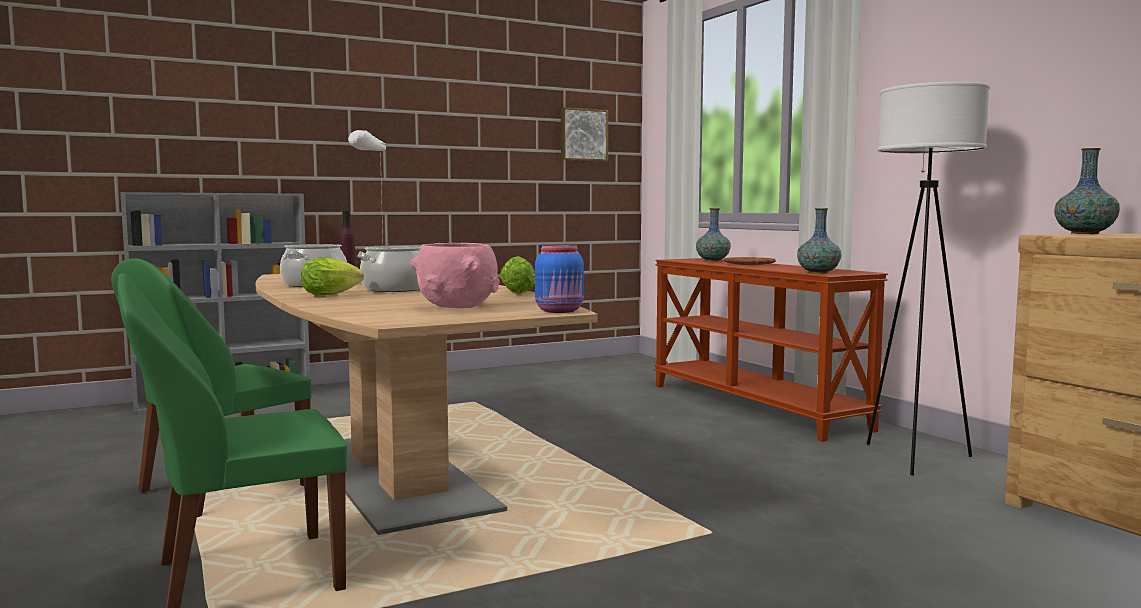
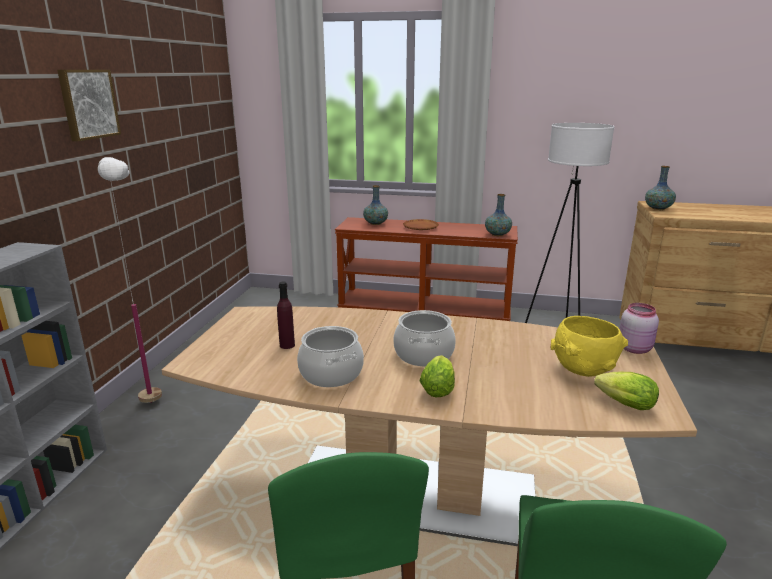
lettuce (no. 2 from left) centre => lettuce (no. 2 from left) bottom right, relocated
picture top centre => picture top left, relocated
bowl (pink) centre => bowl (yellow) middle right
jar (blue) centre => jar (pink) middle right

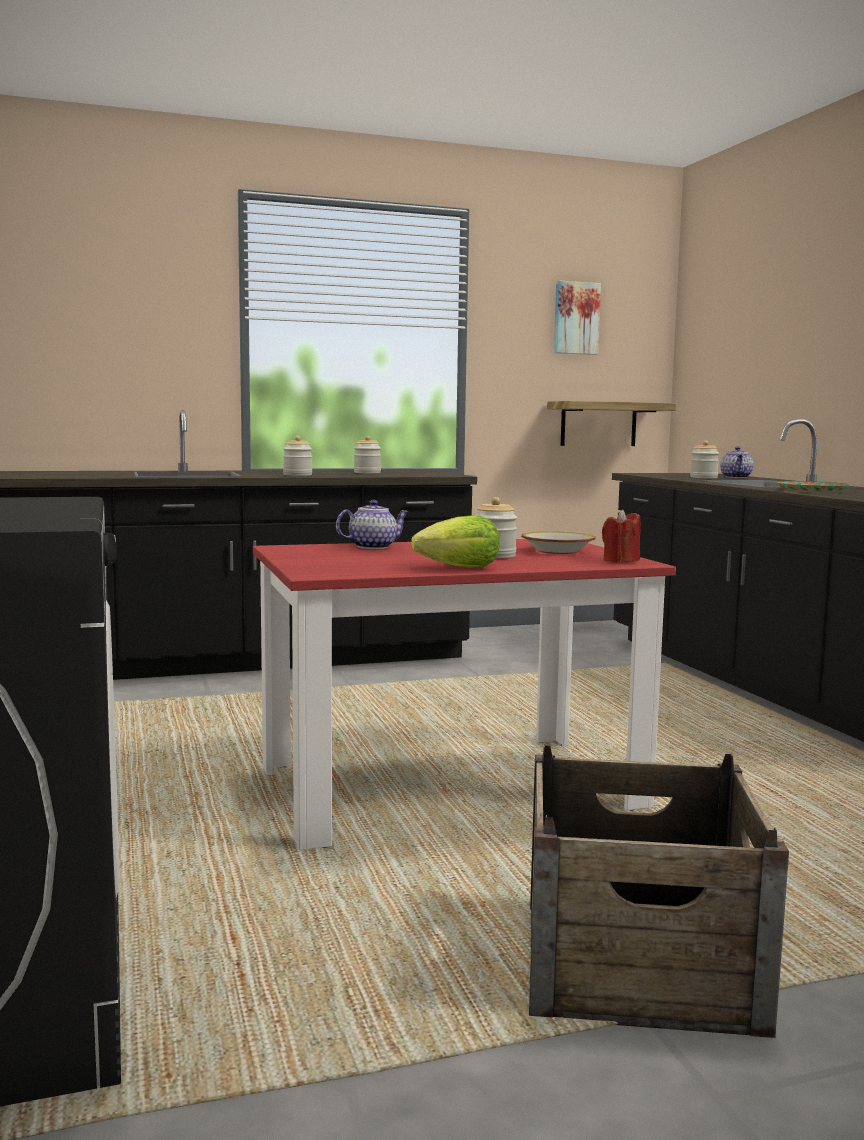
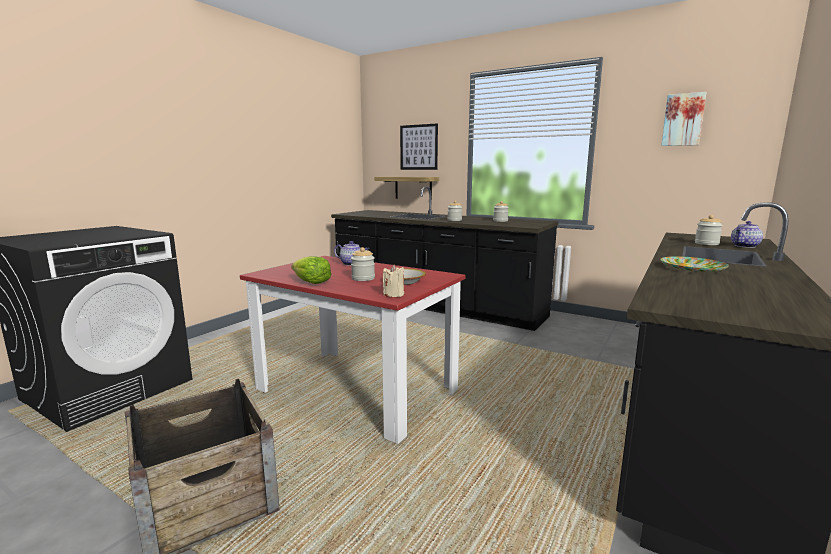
nothing => picture (no. 1 from left) top centre
shelf middle right => shelf centre, relocated
candle (red) middle right => candle (beige) centre

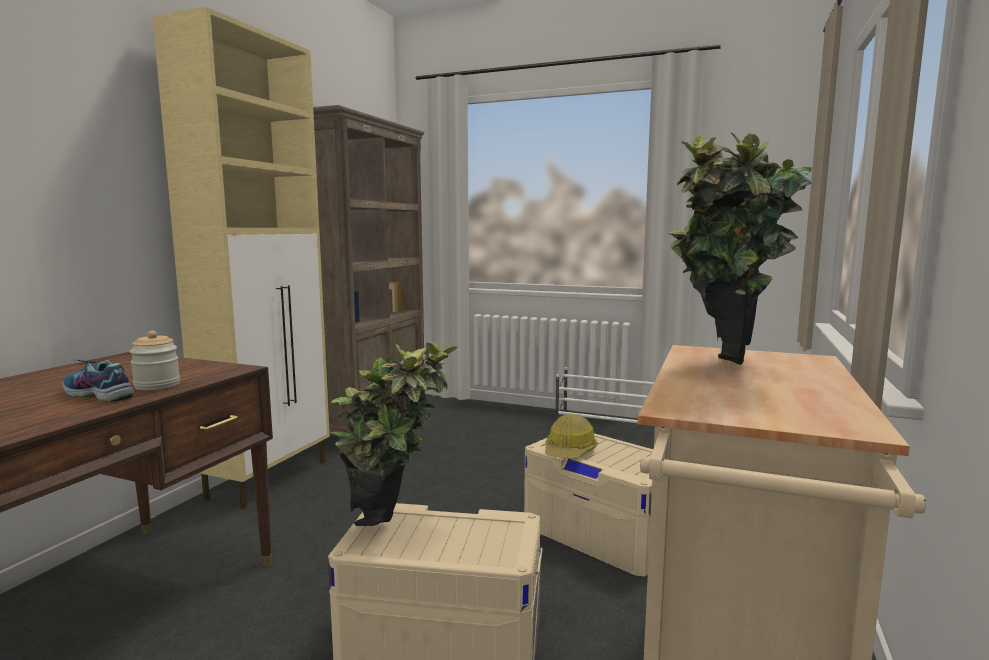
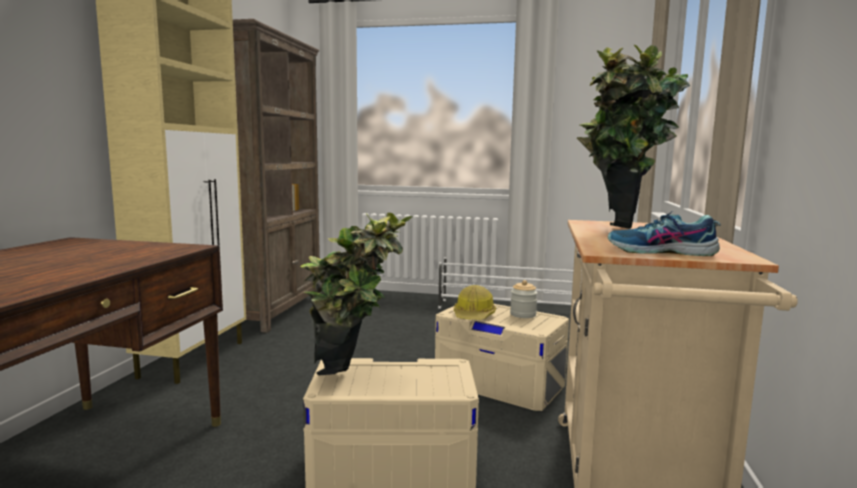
shoe middle left => shoe middle right, relocated
jar middle left => jar centre, relocated

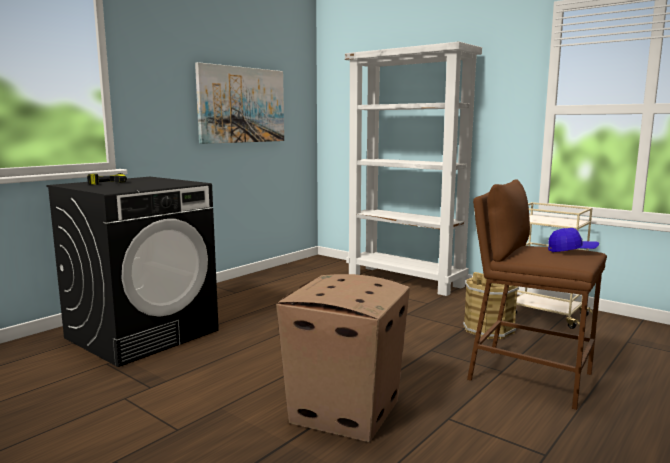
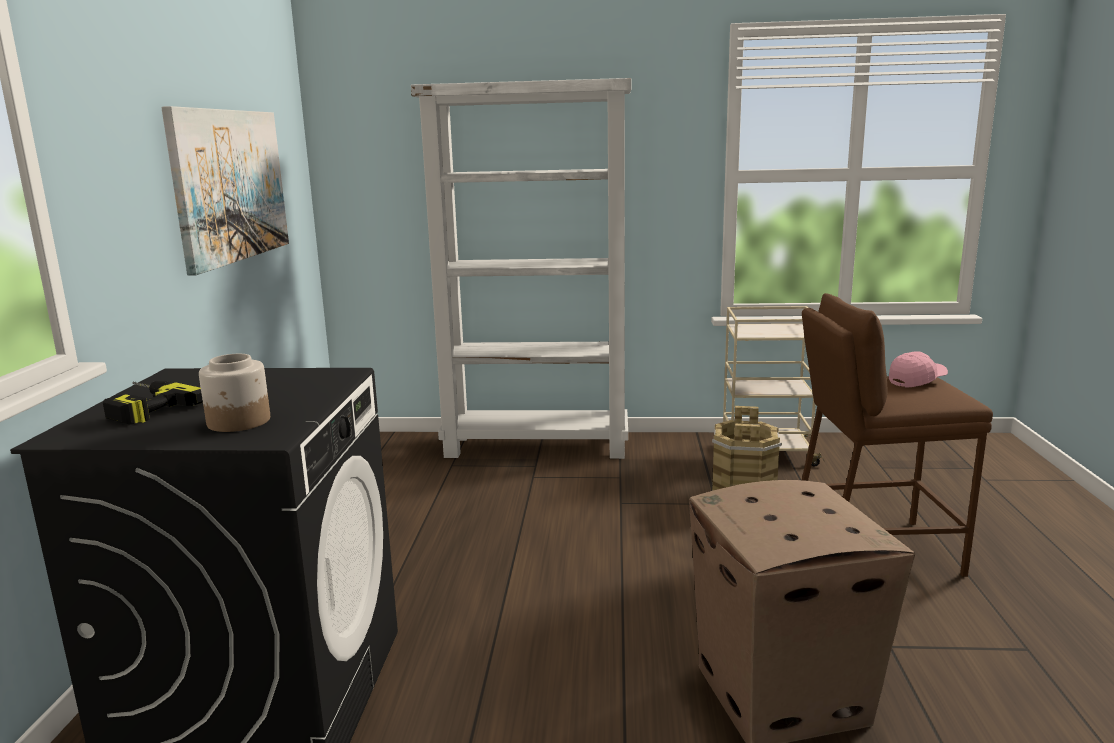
nothing => jar middle left
cap (blue) middle right => cap (pink) middle right

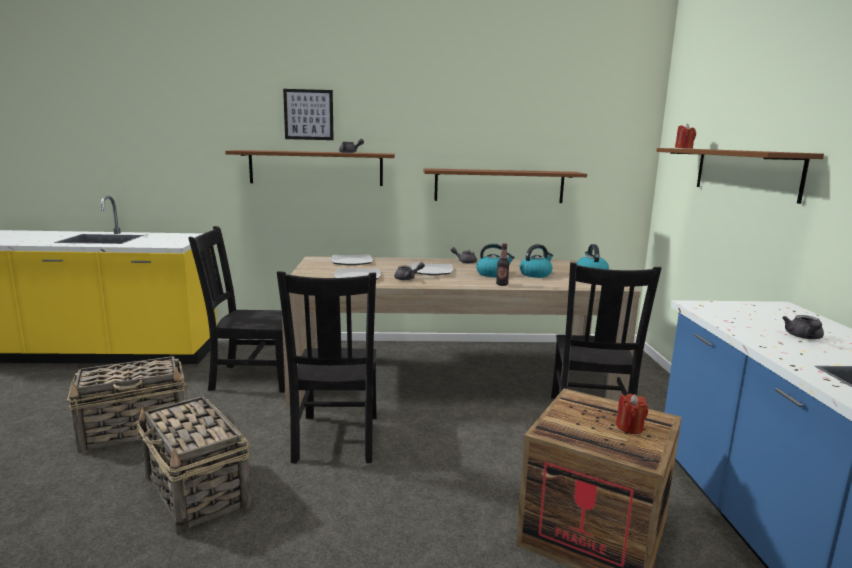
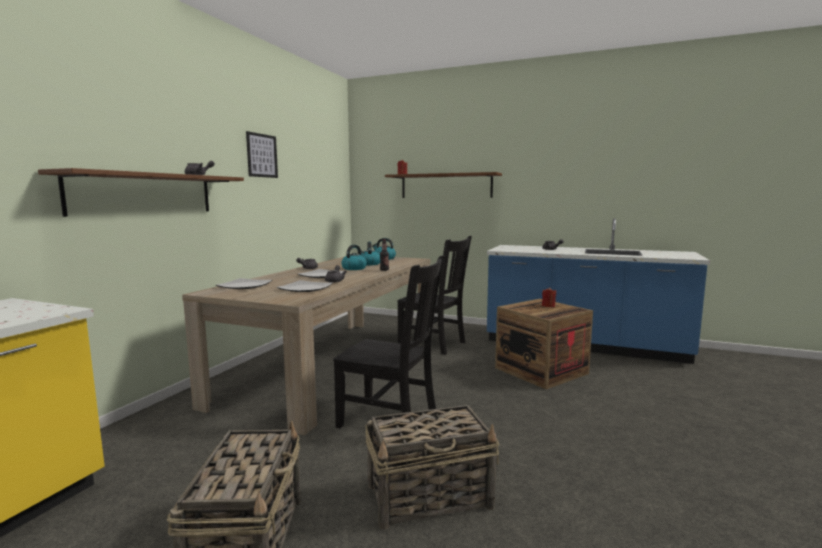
chair (black) (no. 1 from left) middle left => nothing
shelf (brown) (no. 2 from left) top centre => nothing
picture top centre => picture top left, relocated

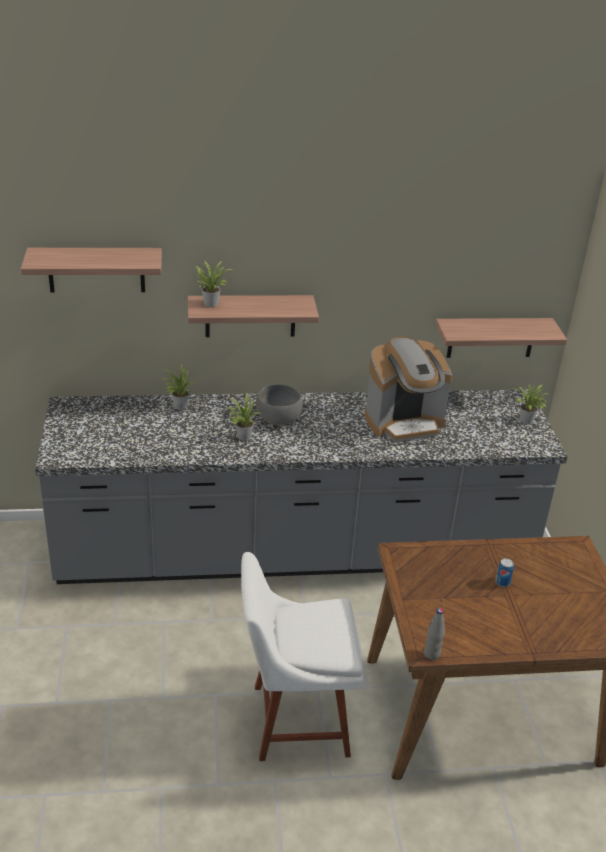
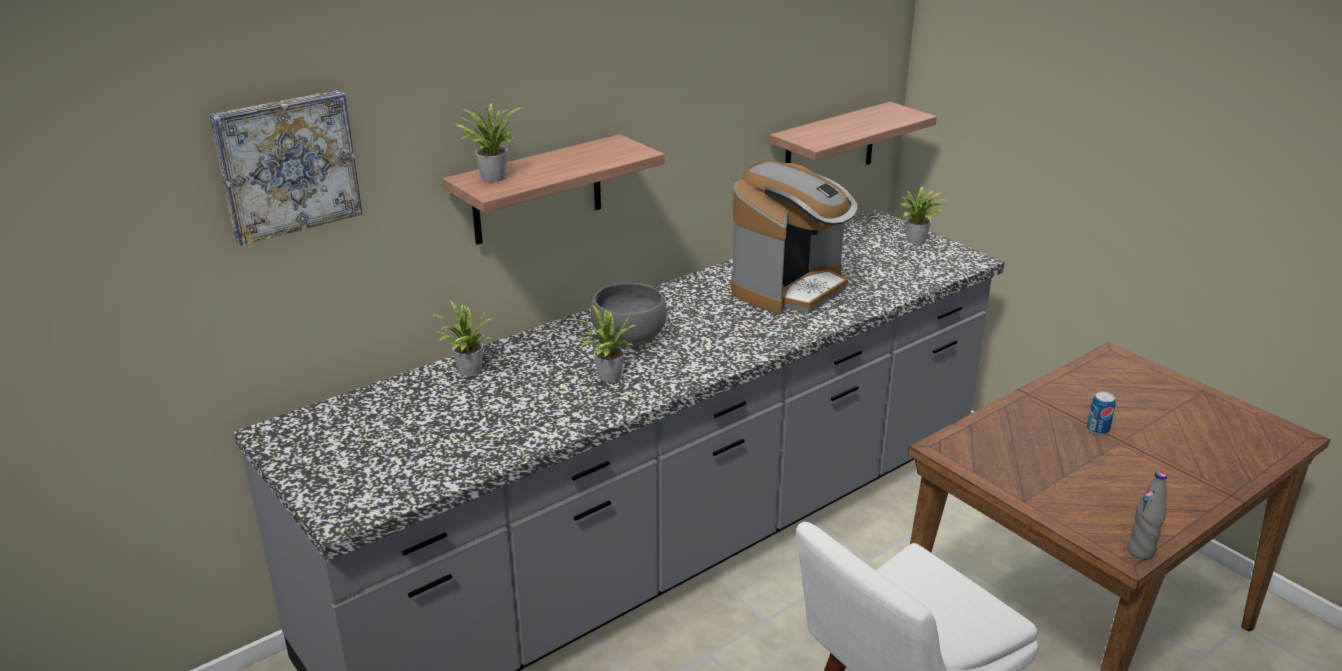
shelf (no. 1 from left) top left => picture top left

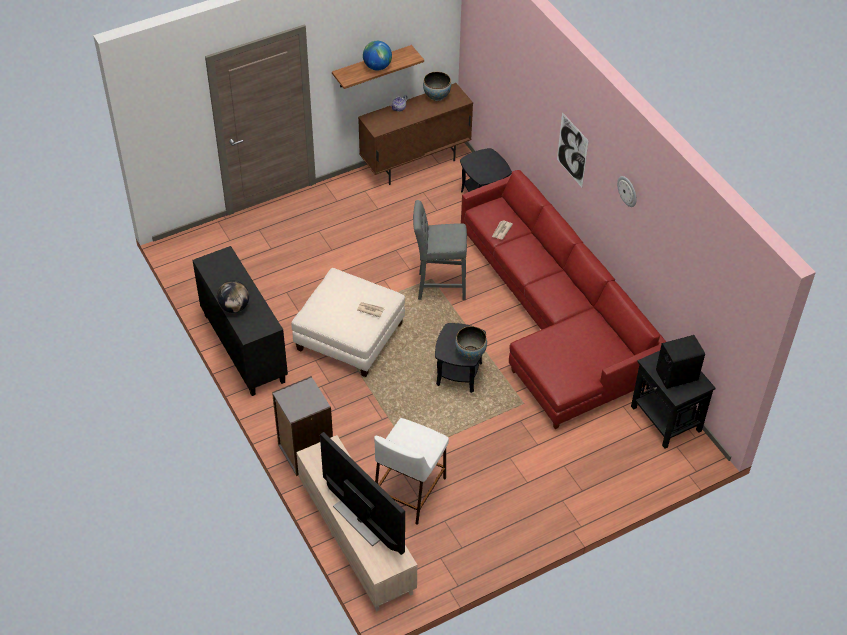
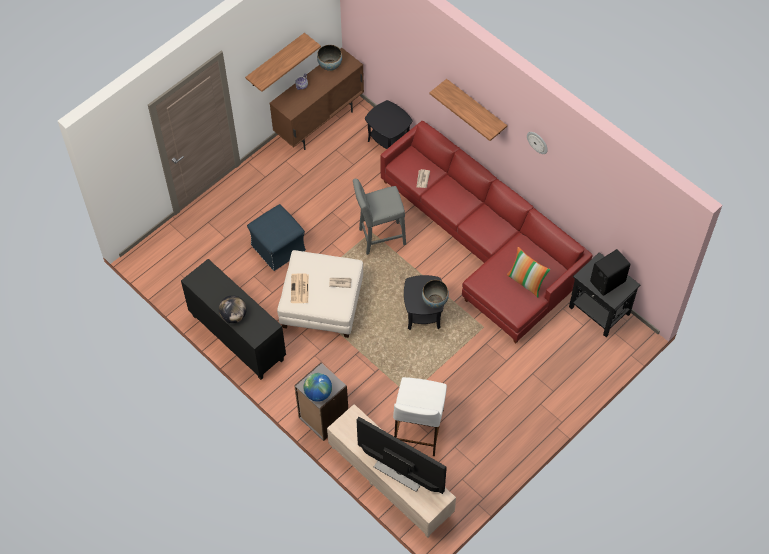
nothing => ottoman (blue) centre
nothing => newspaper (no. 1 from left) centre
nothing => pillow middle right
globe (no. 2 from left) top centre => globe (no. 2 from left) bottom centre, relocated
picture top right => shelf (no. 2 from left) top centre

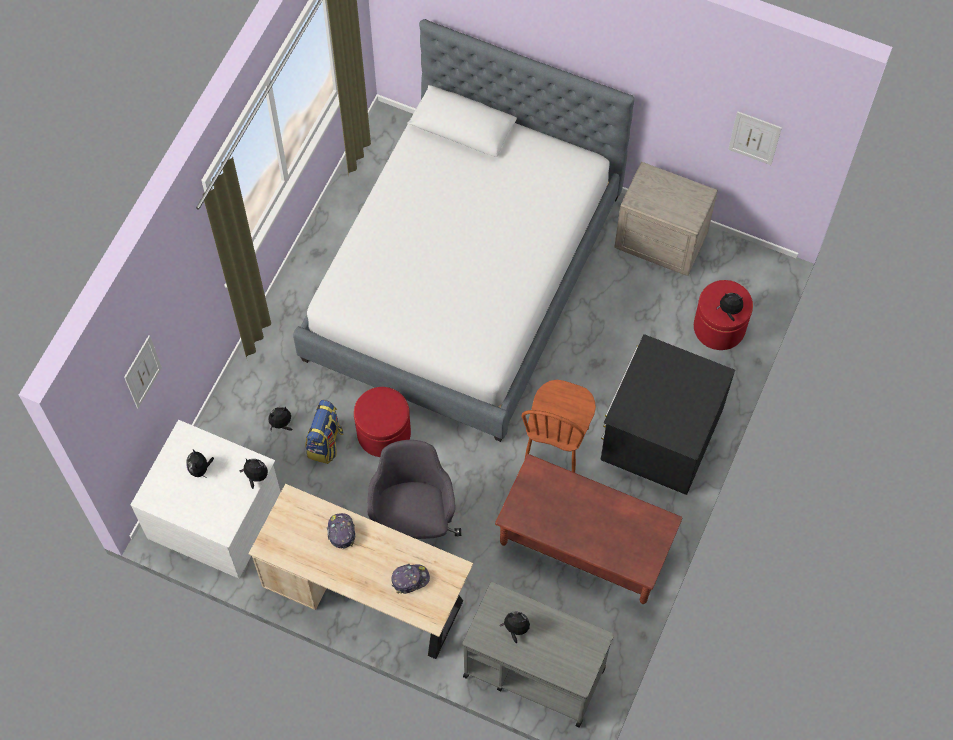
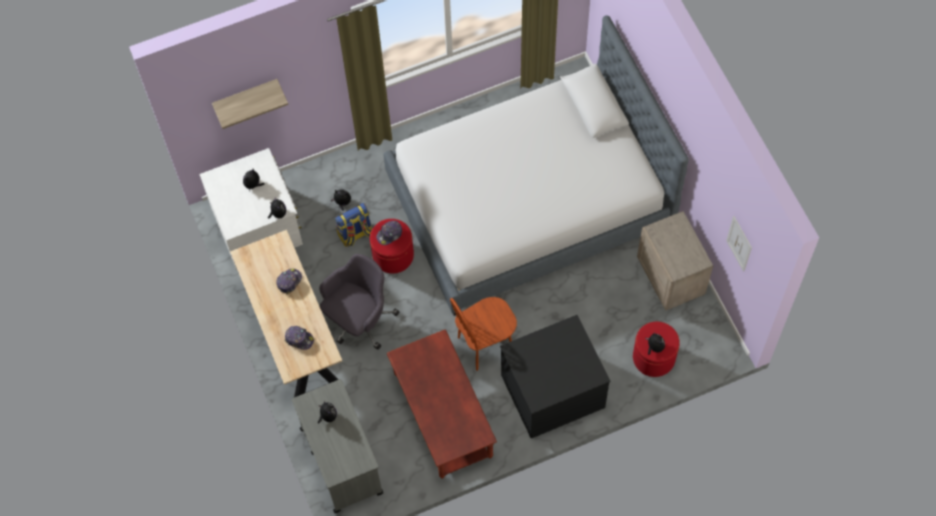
nothing => cap (no. 3 from left) centre
picture (no. 1 from left) middle left => shelf top left

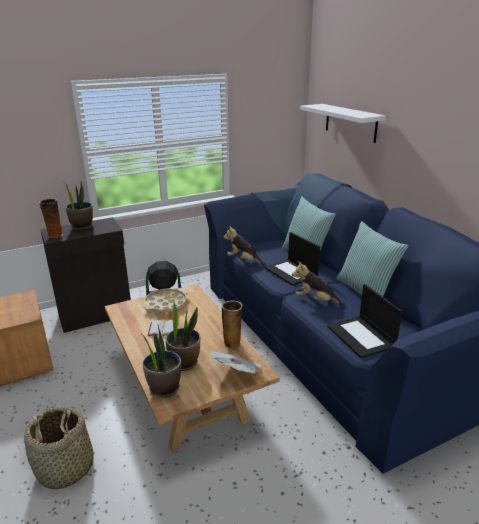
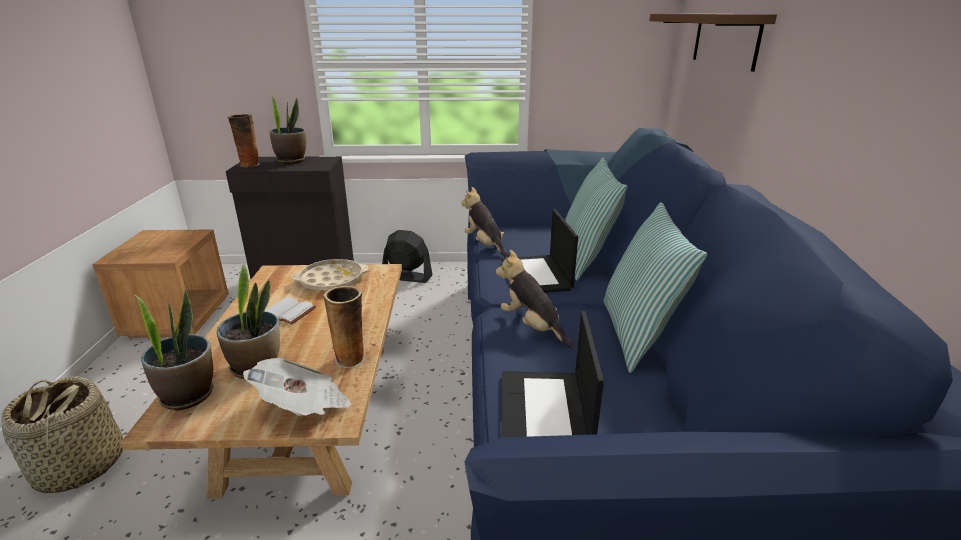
shelf (white) top right => shelf (brown) top right

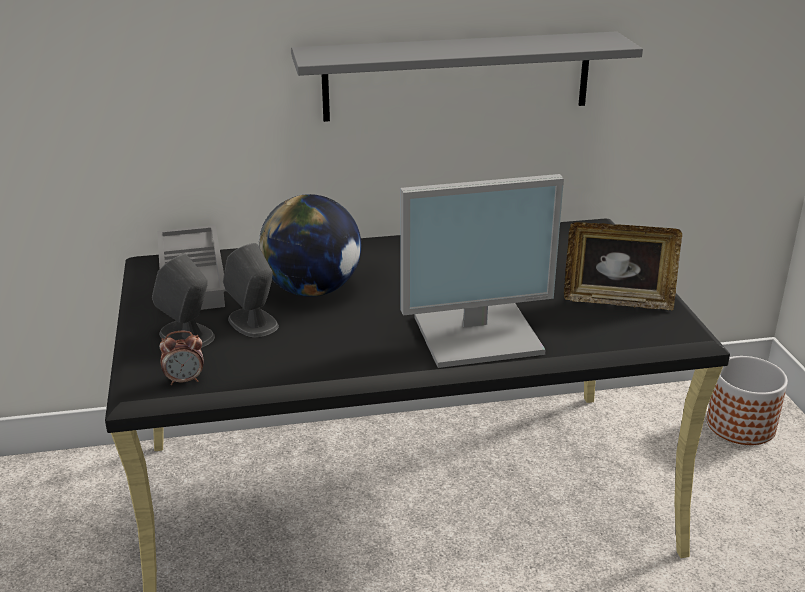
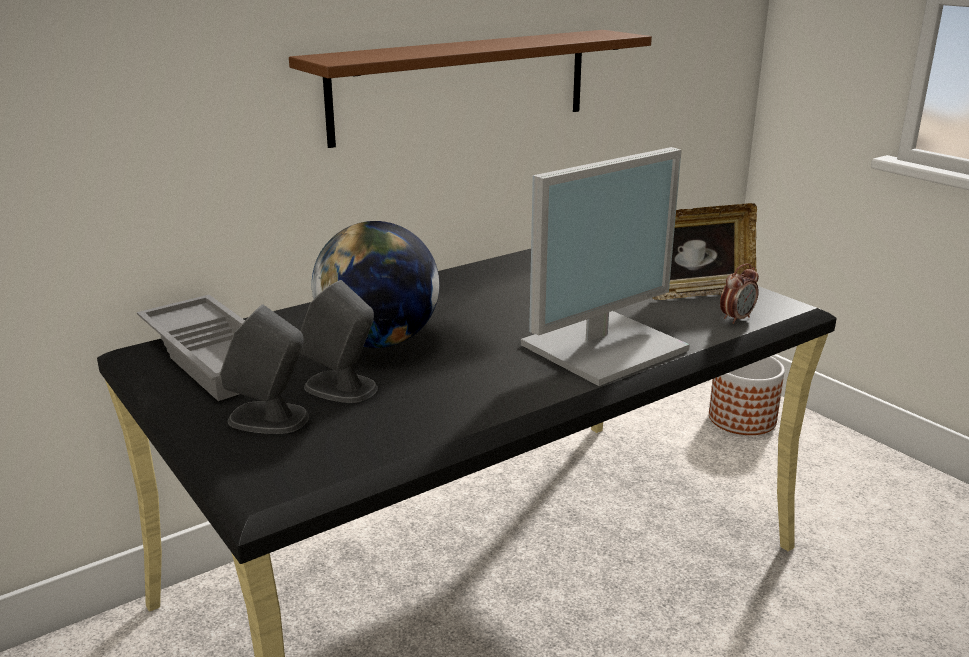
alarm clock middle left => alarm clock middle right, relocated
shelf (grey) top centre => shelf (brown) top centre

